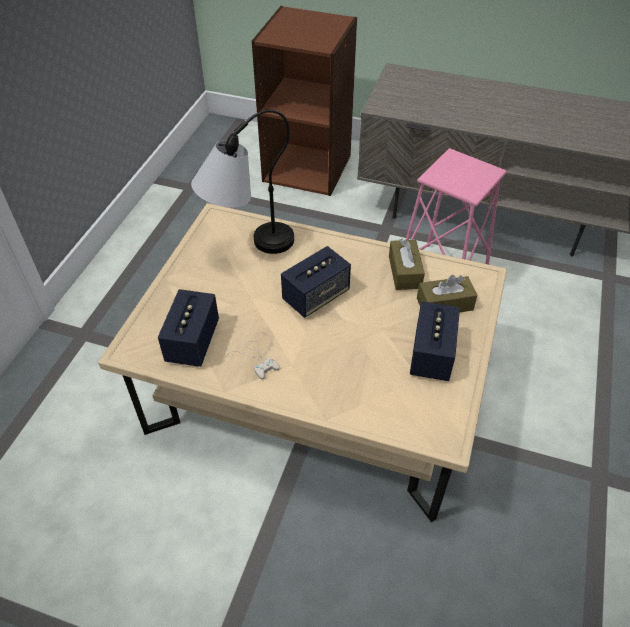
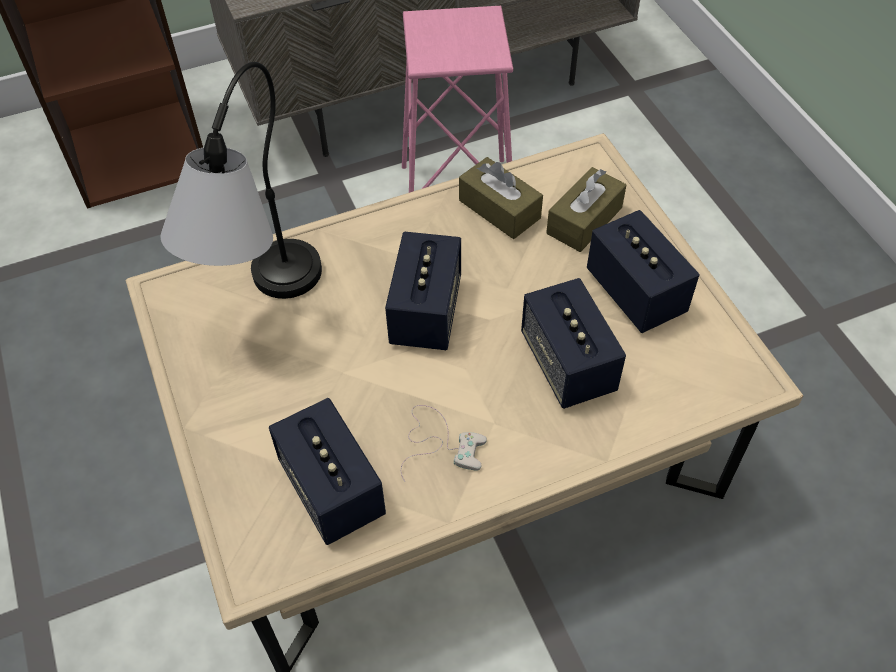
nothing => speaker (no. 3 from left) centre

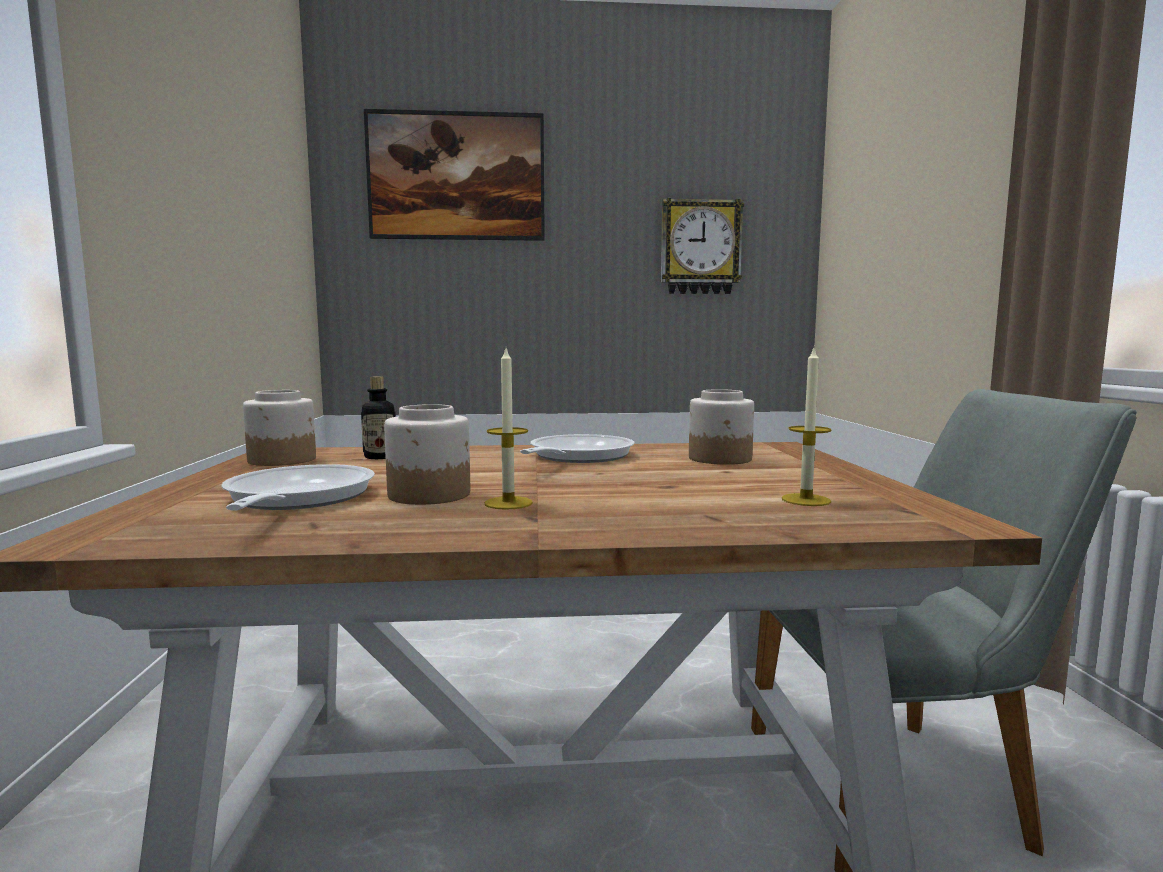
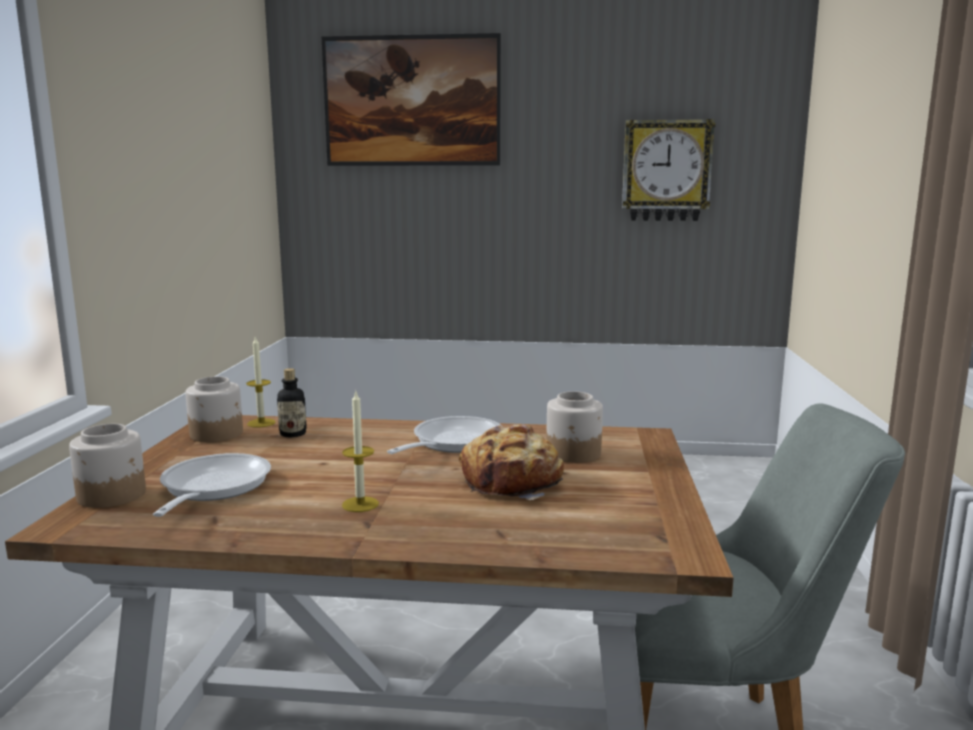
nothing => bread centre
jar (no. 2 from left in the first image) centre => jar (no. 1 from left) middle left, relocated
candle (no. 2 from left in the first image) middle right => candle (no. 1 from left) middle left, relocated

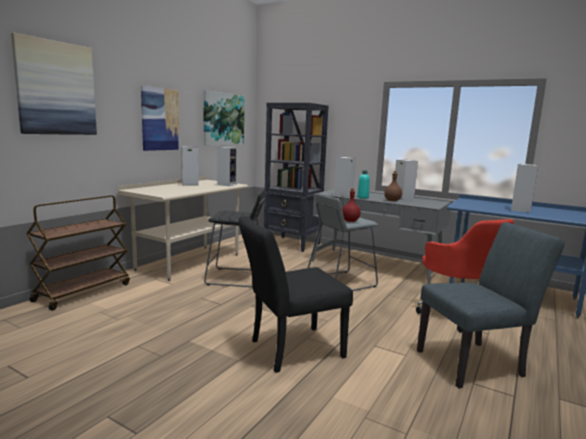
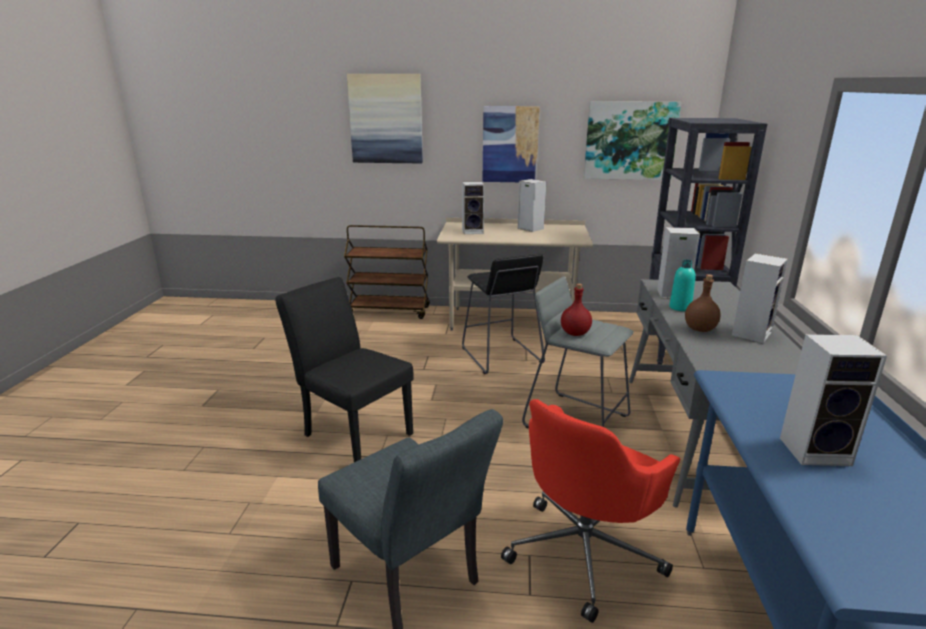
speaker (no. 2 from left in the first image) centre => speaker (no. 1 from left) top centre, relocated

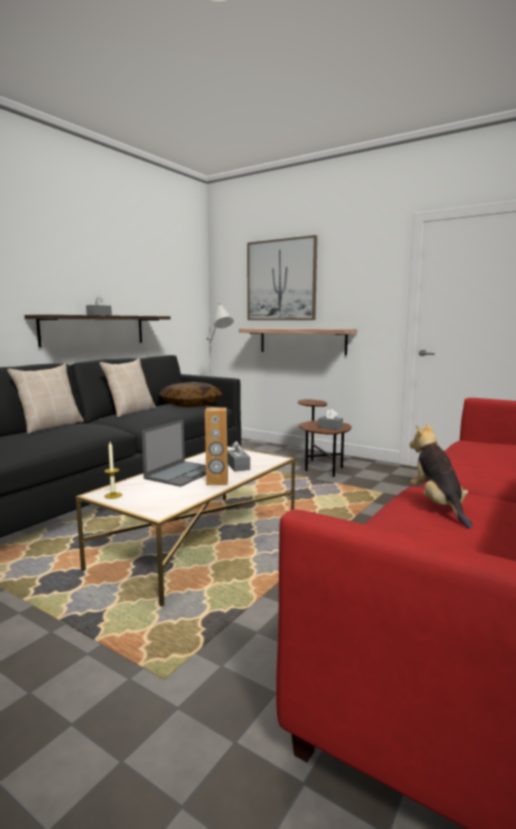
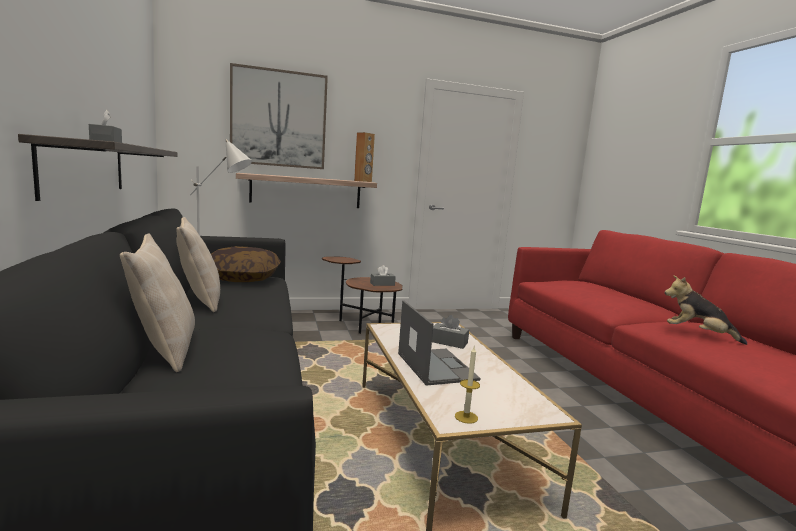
speaker (brown) centre => speaker (brown) top centre, relocated

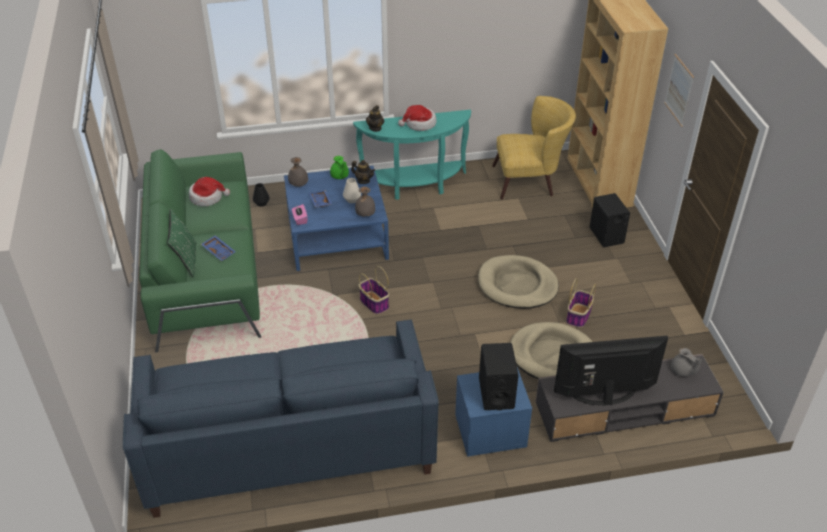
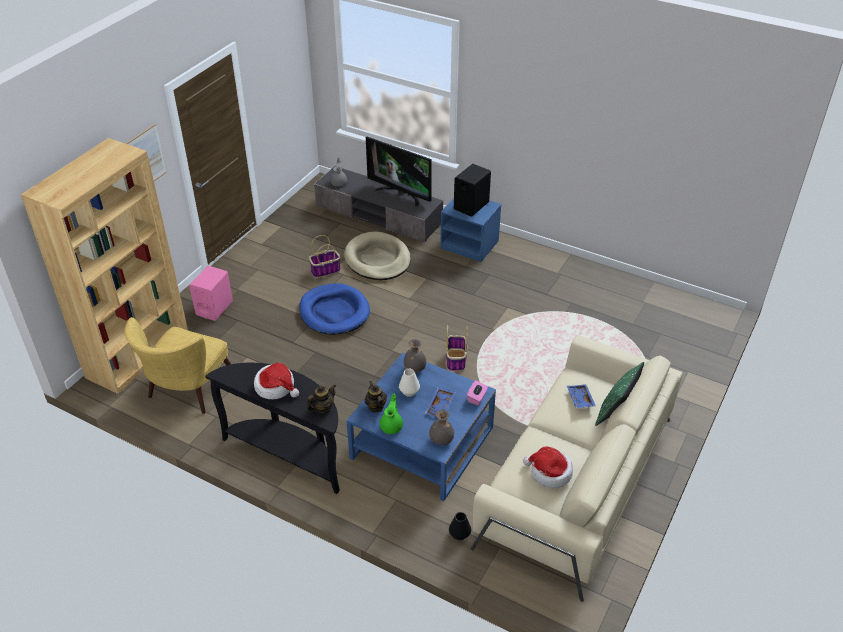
sofa (blue) bottom centre => nothing
sofa (green) middle left => sofa (beige) bottom right
console table (turquoise) top centre => console table (black) bottom left
dog bed (beige) (no. 1 from left) centre => dog bed (blue) centre
speaker (black) (no. 2 from left) middle right => speaker (pink) middle left
armchair (yellow) top centre => armchair (yellow) middle left, 105 degrees counterclockwise

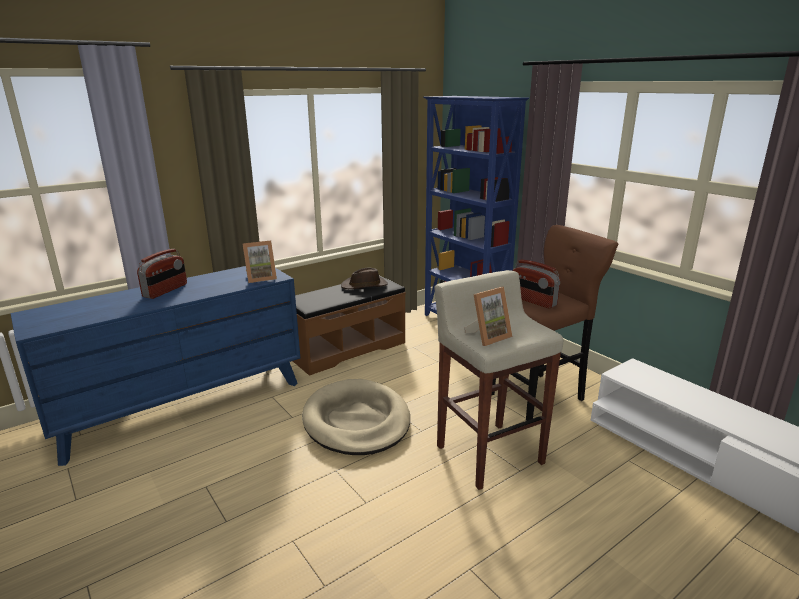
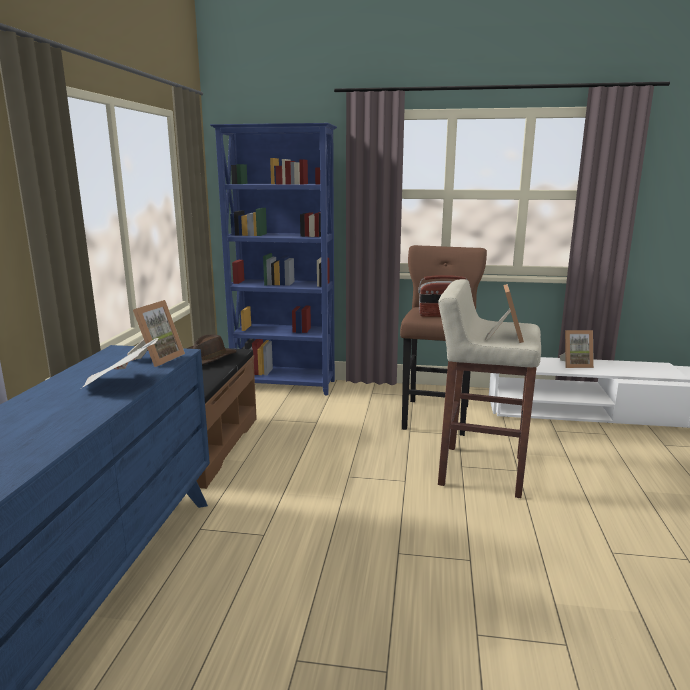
radio (no. 1 from left) middle left => nothing
dog bed (beige) bottom centre => nothing
nothing => newspaper middle left
nothing => picture frame (no. 3 from left) middle right

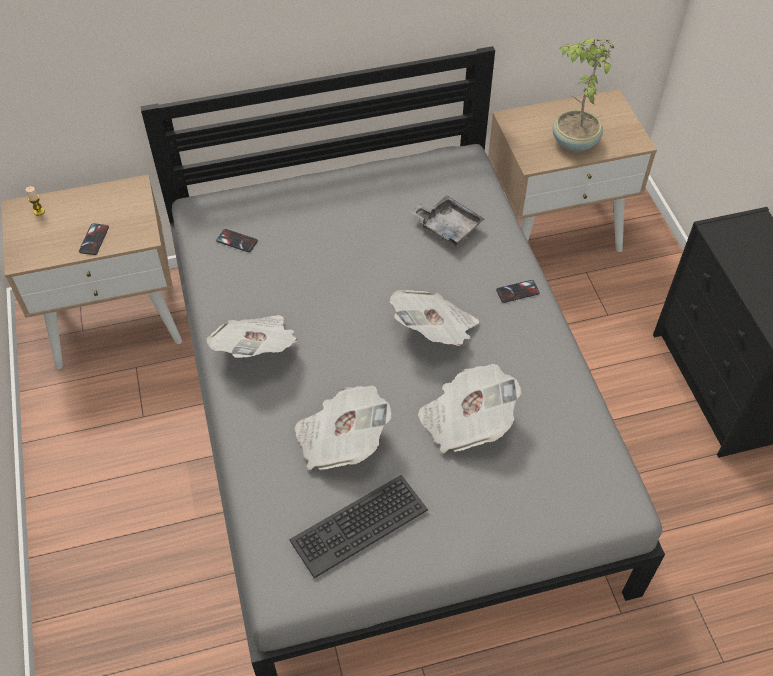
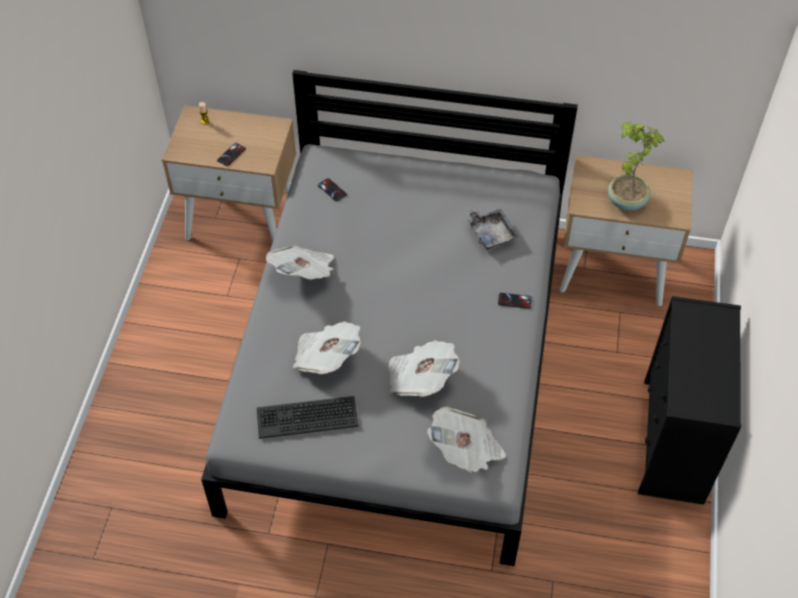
newspaper (no. 3 from left in the first image) centre => newspaper (no. 4 from left) bottom centre, relocated

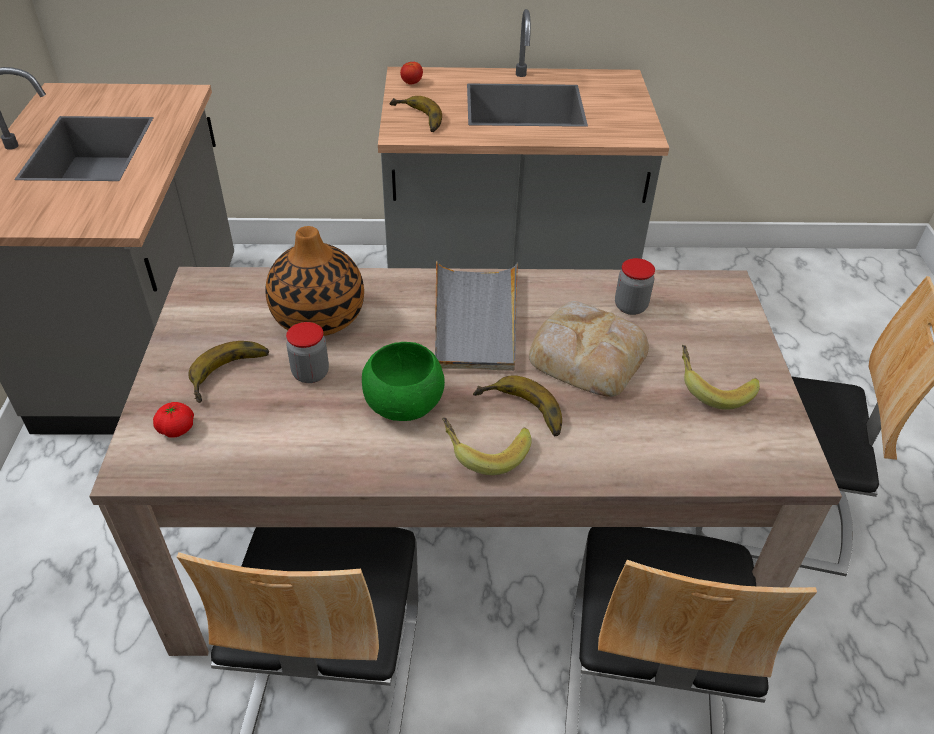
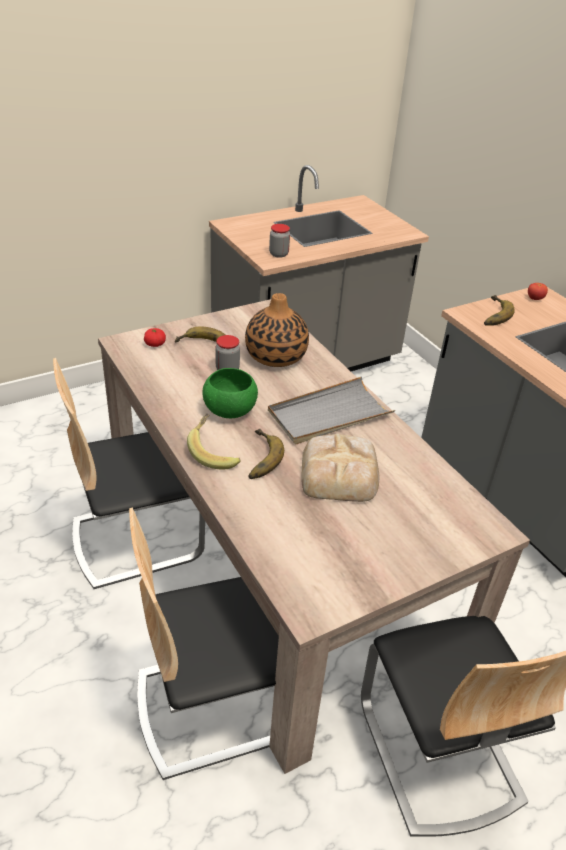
banana (no. 5 from left) middle right => nothing
jar (no. 2 from left) middle right => jar (no. 2 from left) top centre, relocated

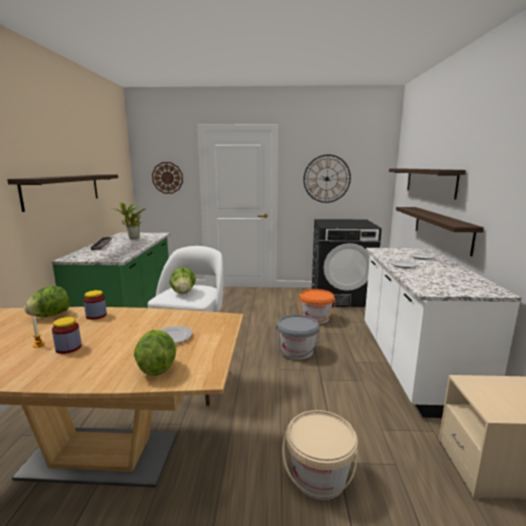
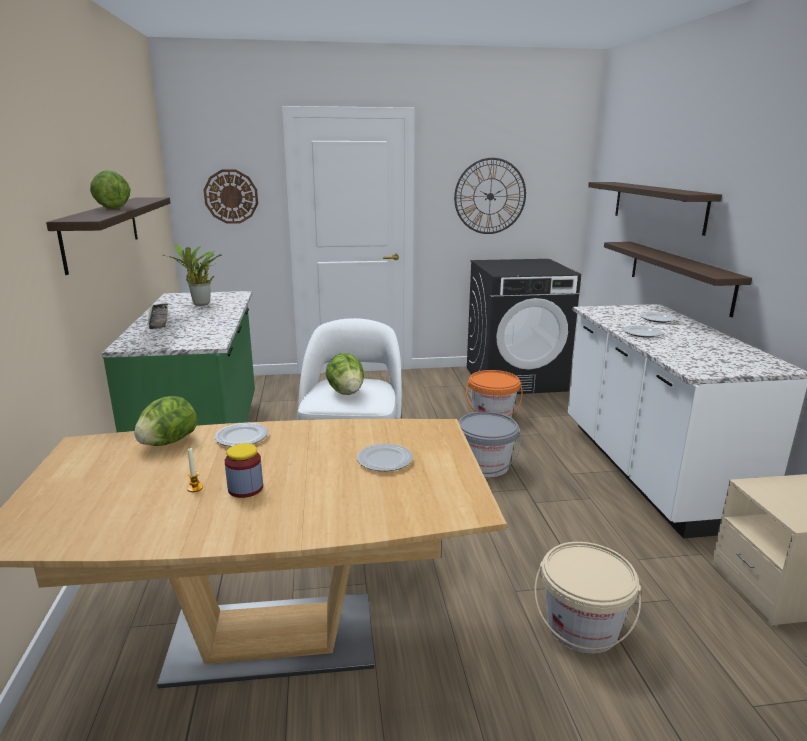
lettuce (no. 2 from left in the first image) bottom left => lettuce (no. 1 from left) top left, relocated
jar (no. 2 from left) middle left => plate (no. 1 from left) middle left

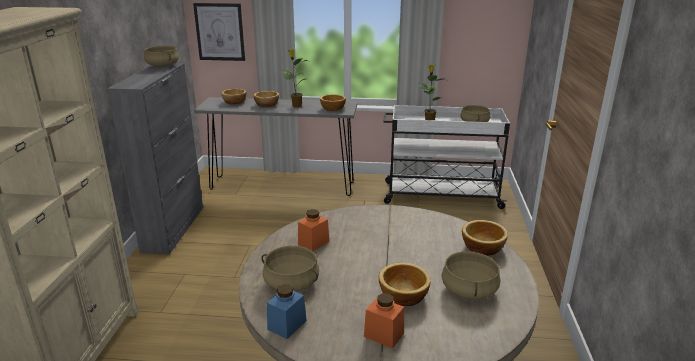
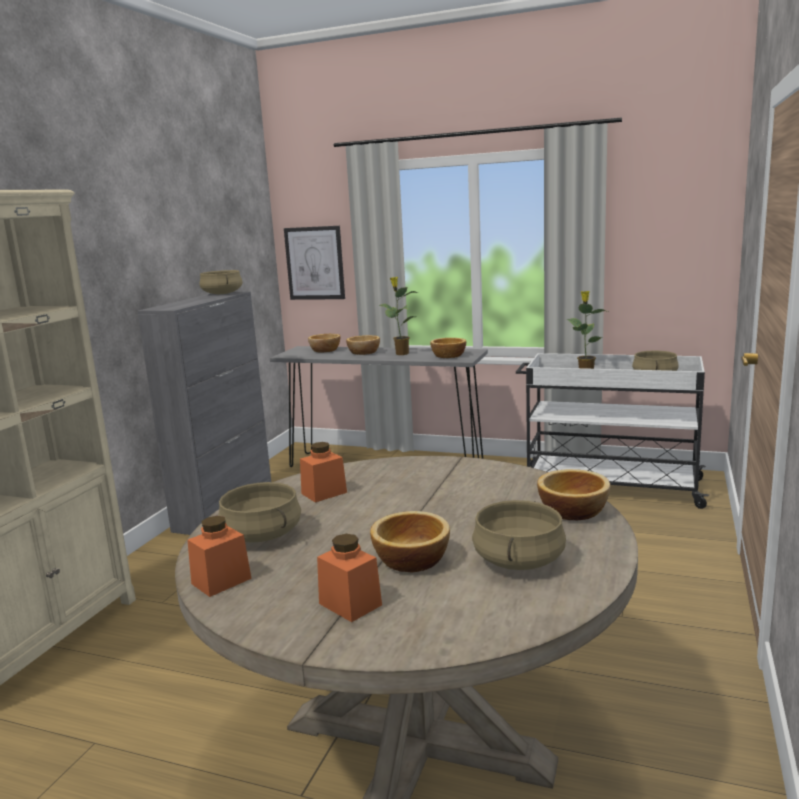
jar (blue) bottom centre => jar (orange) (no. 1 from left) bottom left

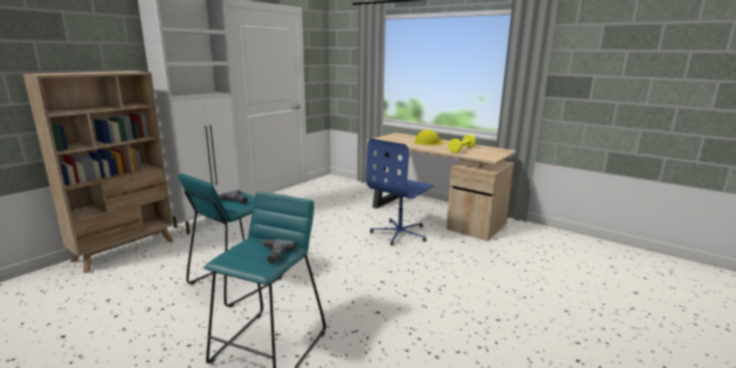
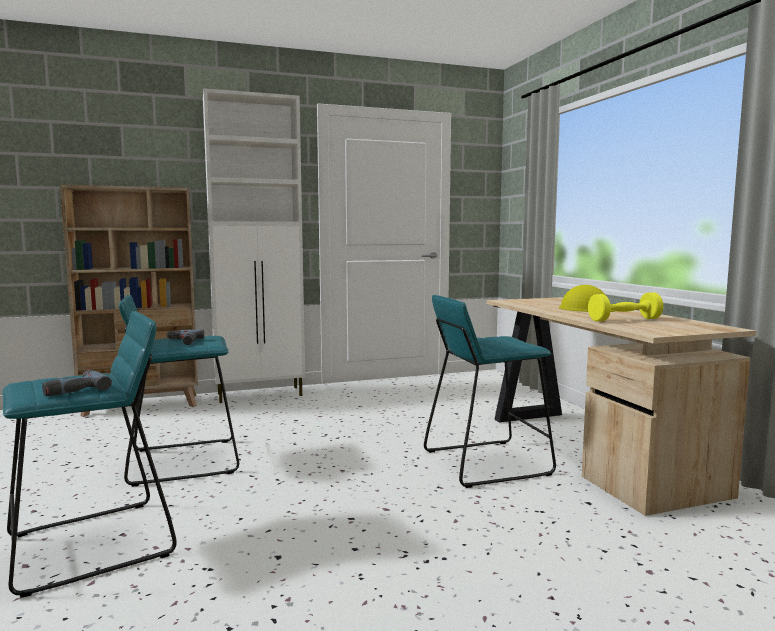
office chair (blue) centre => stool (turquoise) (no. 3 from left) centre

